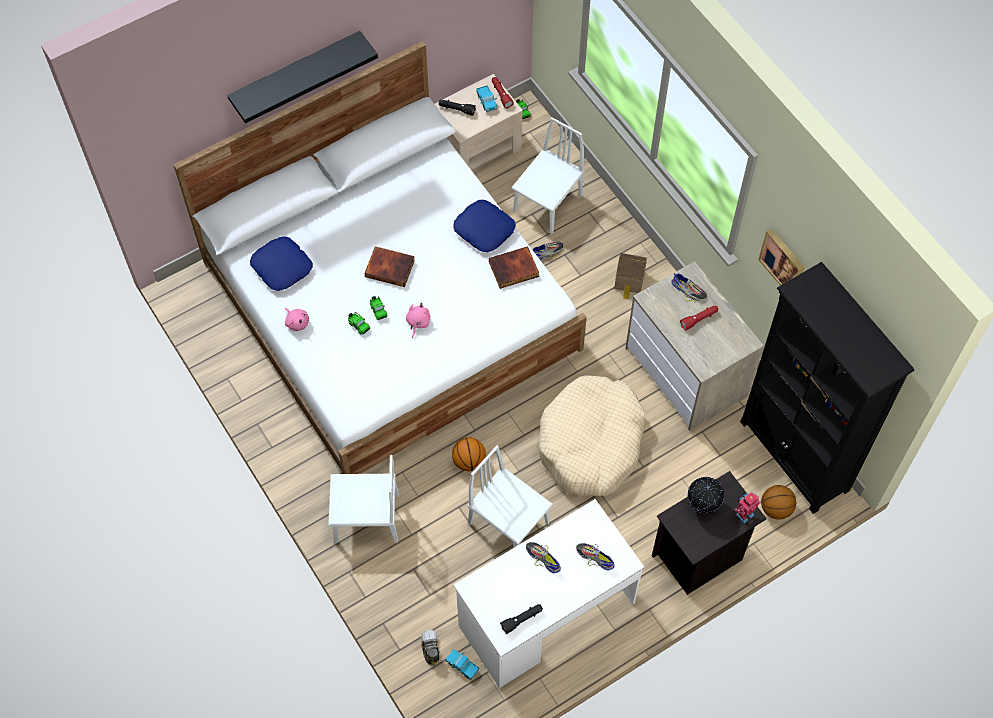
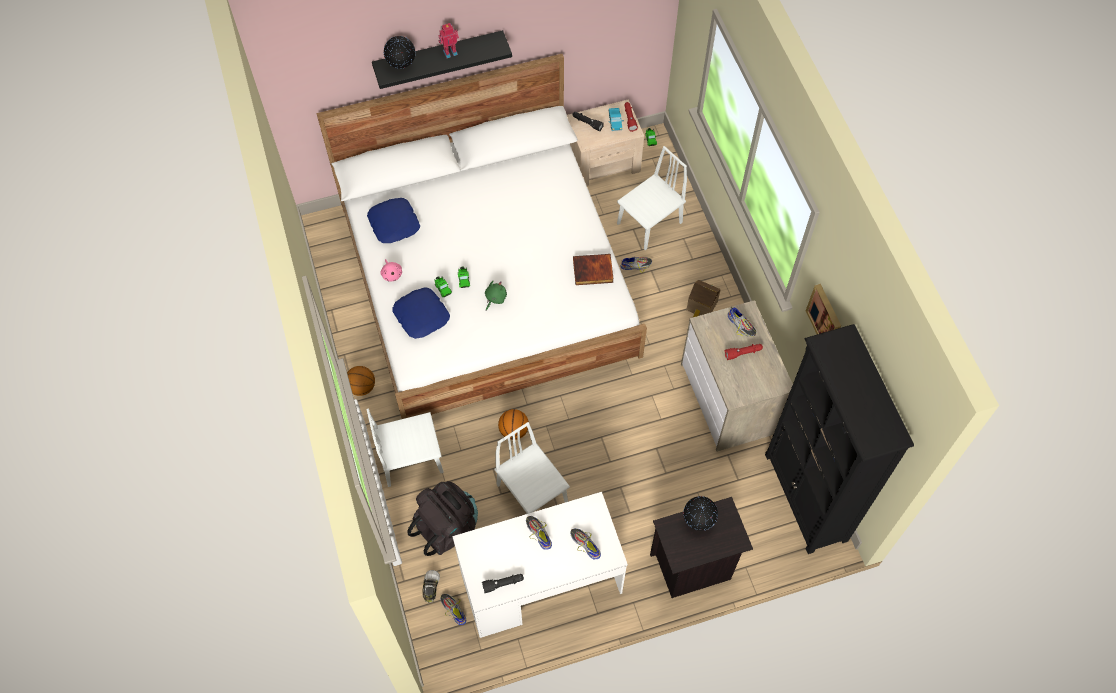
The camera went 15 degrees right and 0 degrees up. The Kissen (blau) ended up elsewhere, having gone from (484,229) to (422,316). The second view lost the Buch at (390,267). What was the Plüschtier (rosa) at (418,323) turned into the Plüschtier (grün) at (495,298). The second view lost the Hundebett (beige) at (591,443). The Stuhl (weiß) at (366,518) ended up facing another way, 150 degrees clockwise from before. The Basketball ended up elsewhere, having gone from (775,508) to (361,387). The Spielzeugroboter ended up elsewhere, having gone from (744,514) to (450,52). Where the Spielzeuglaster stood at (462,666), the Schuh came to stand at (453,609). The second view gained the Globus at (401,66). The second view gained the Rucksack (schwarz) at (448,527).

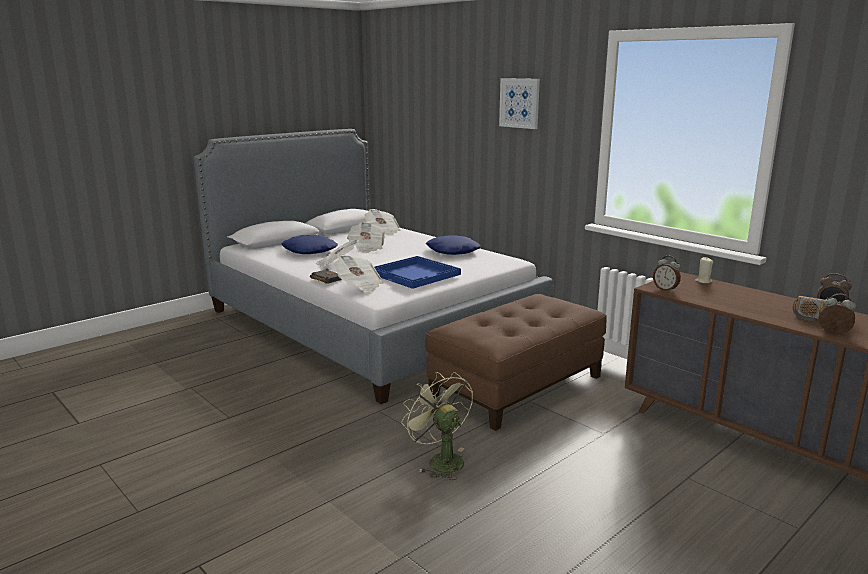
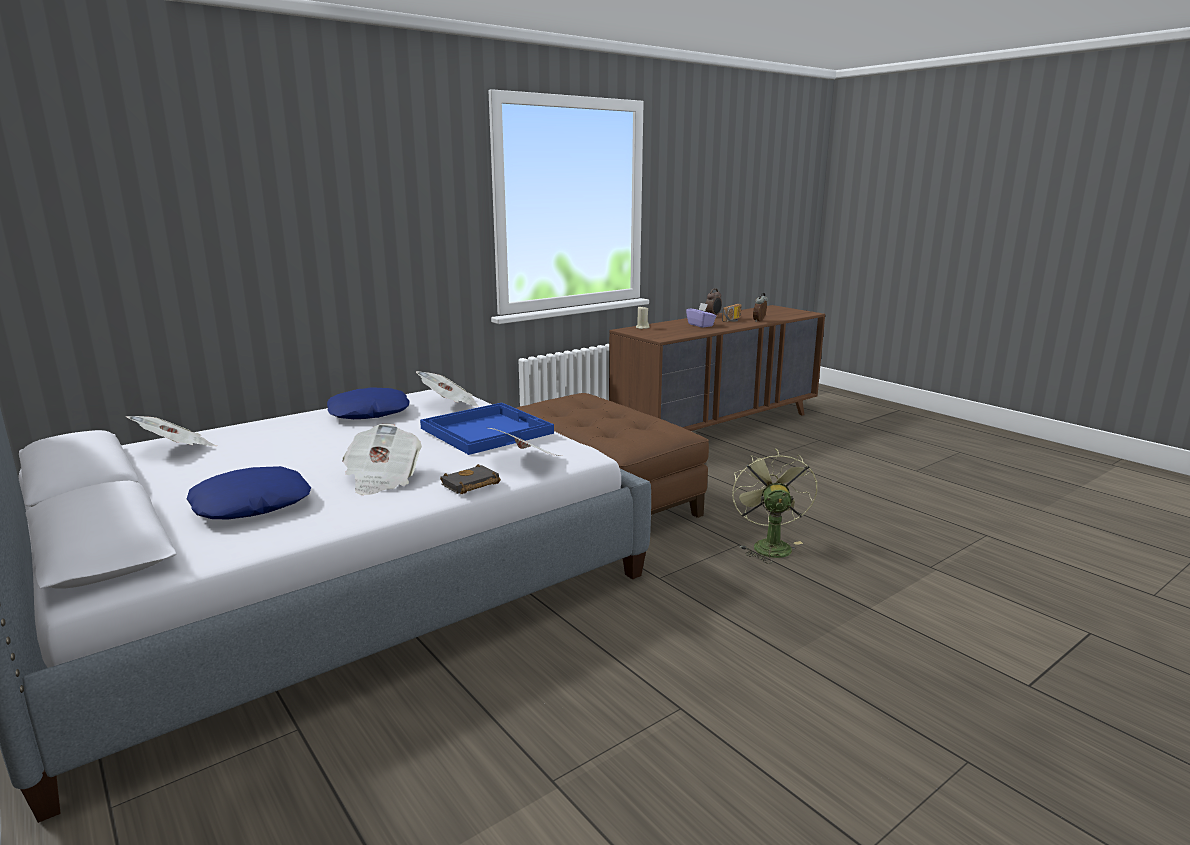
The camera went 85 degrees left and 0 degrees up. The second view lost the Bild at (519,103). The Zeitung ended up elsewhere, having gone from (366,248) to (450,404). The second view lost the Wecker at (665,289). The Ventilator (grün) at (440,460) ended up facing another way, 120 degrees clockwise from before. The second view gained the Taschentuchbox (lila) at (700,325).

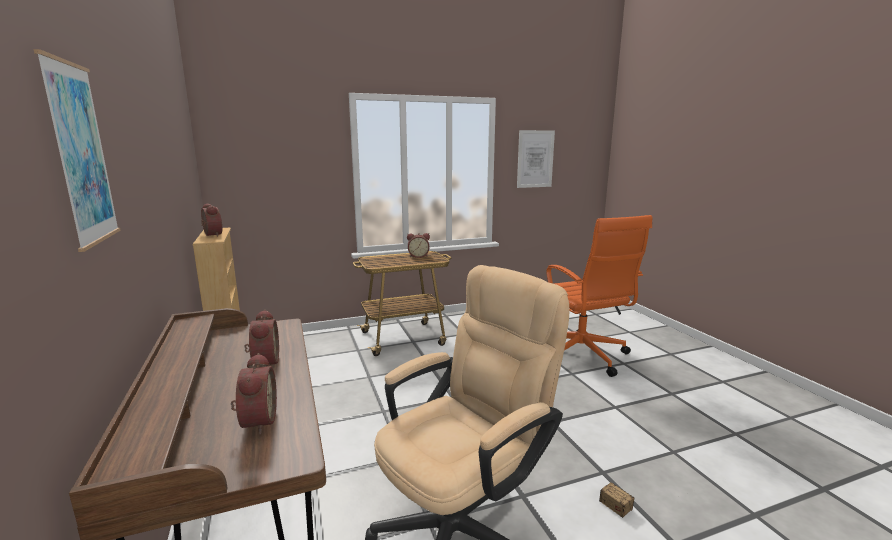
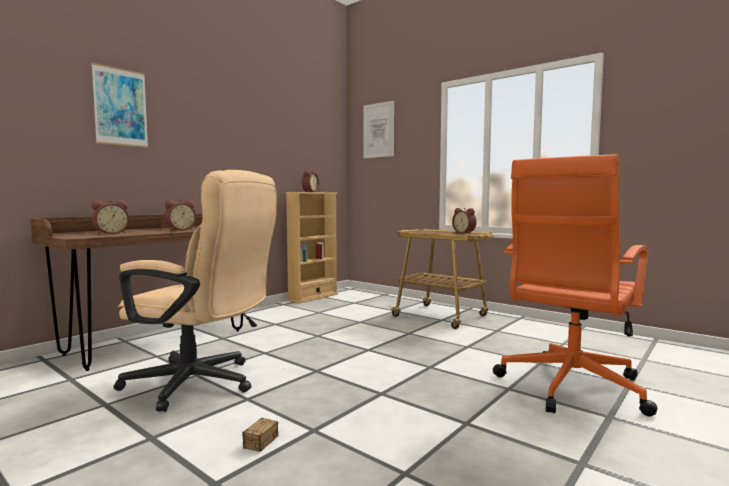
The camera went 60 degrees right and 10 degrees down. The Bild ended up elsewhere, having gone from (535,159) to (378,130).

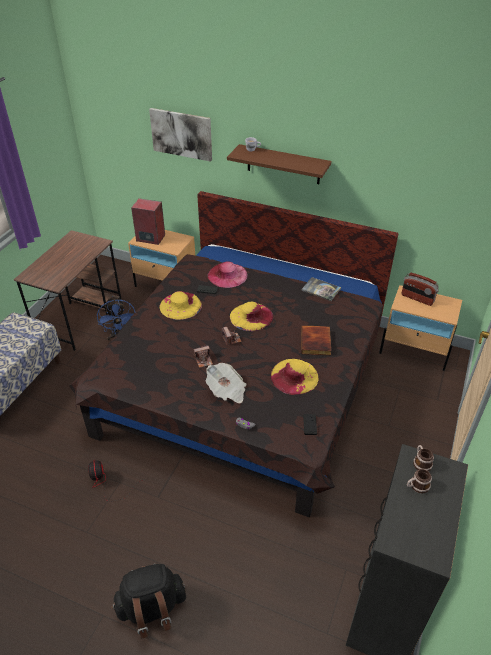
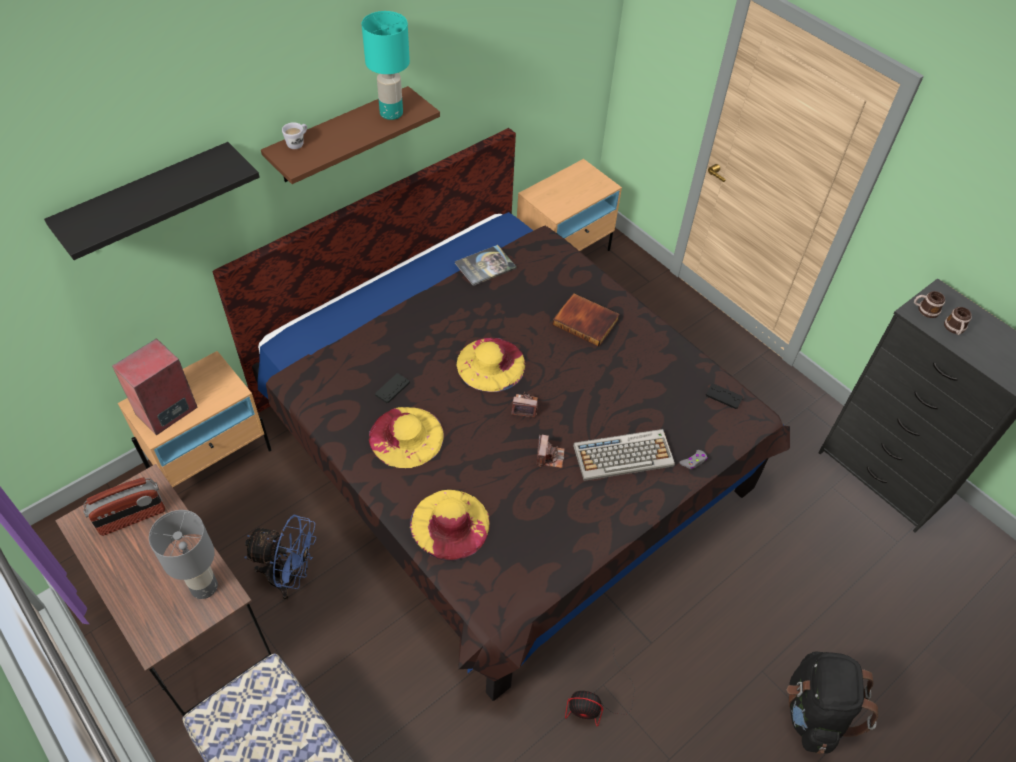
The camera went 65 degrees left and 10 degrees up. Where the Bild hung at (181,134), the Wandregal (schwarz) came to hang at (147,199). The second view lost the Hut (rosa) at (227,275). The Radio ended up elsewhere, having gone from (417,298) to (132,517). The Hut (gelb) ended up elsewhere, having gone from (294,376) to (450,524). Where the Zeitung stood at (227,391), the Tastatur came to stand at (624,455). The second view gained the Tischlampe (türkis) at (392,113). The second view gained the Tischlampe (grau) at (205,586).

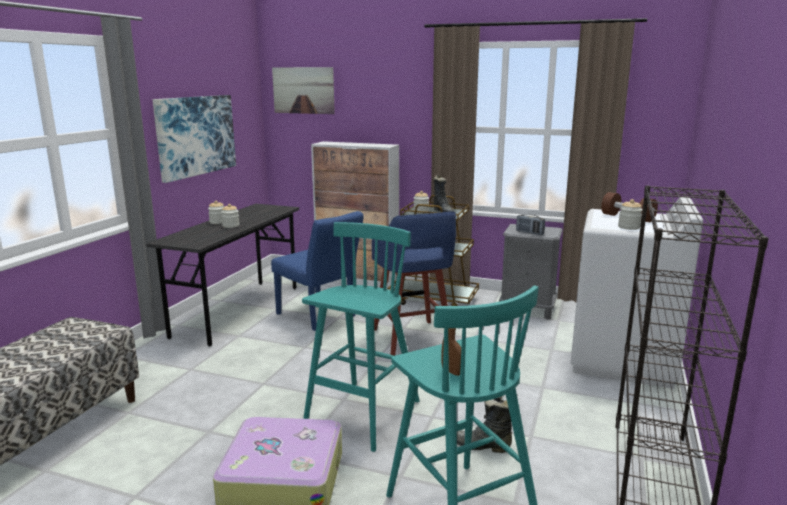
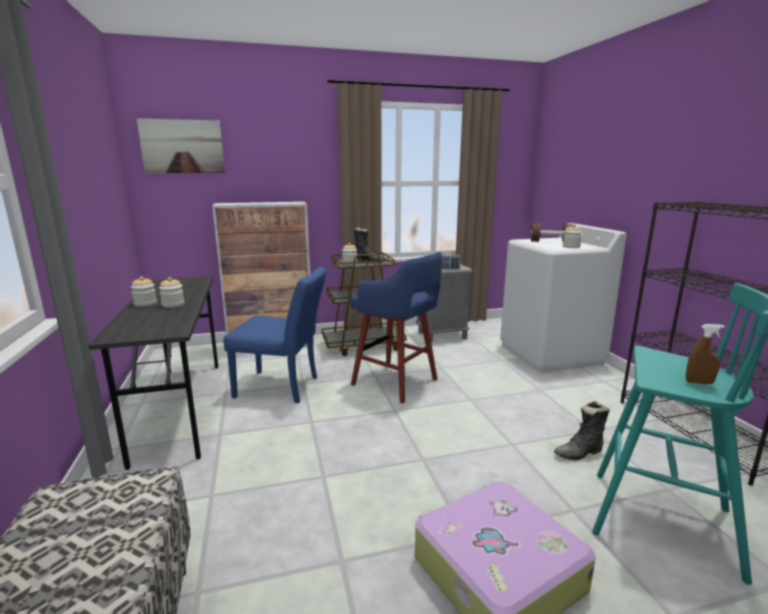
The camera went 35 degrees left and 0 degrees up. The second view lost the Bild at (196,135). The second view lost the Hocker (türkis) at (361,416).

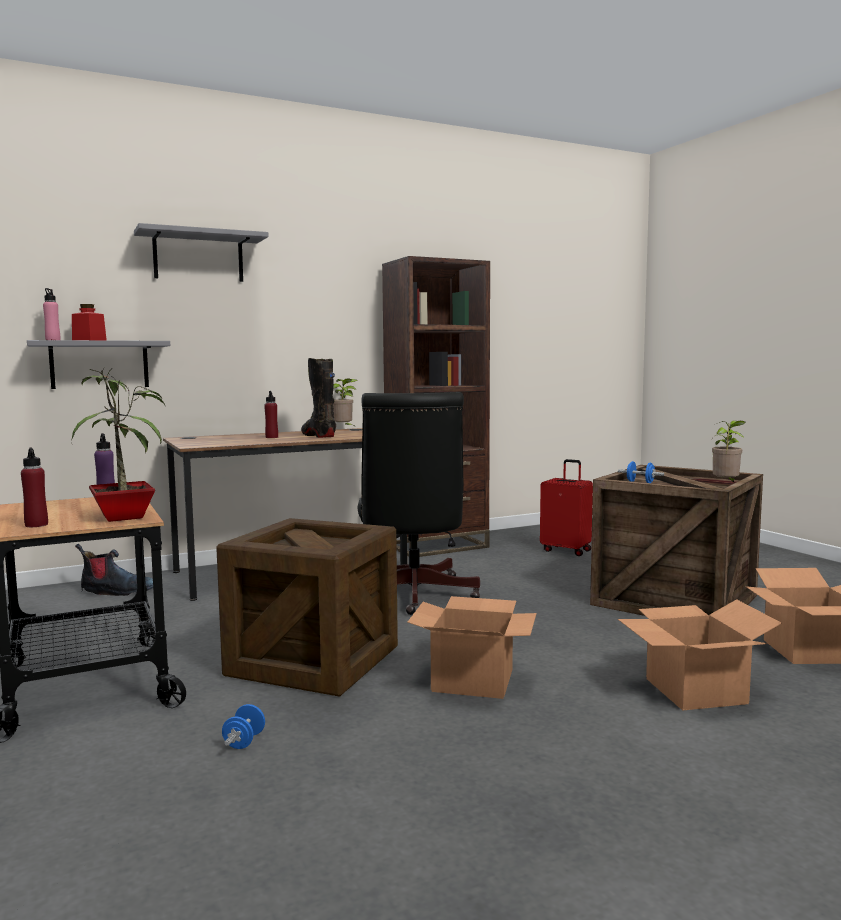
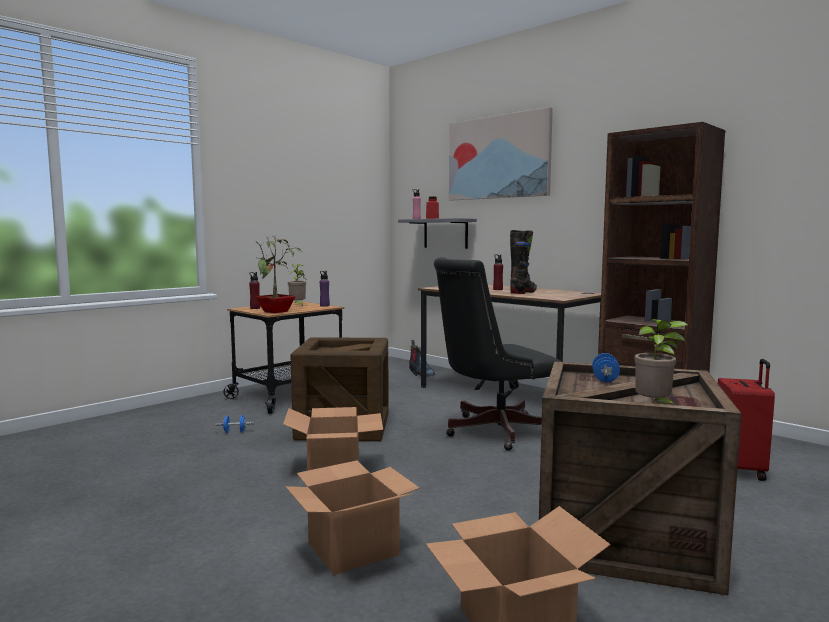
The camera went 70 degrees right and 0 degrees up. Where the Wandregal (grau) hung at (198,257), the Bild came to hang at (498,157). The Topfpflanze ended up elsewhere, having gone from (344,428) to (297,305).

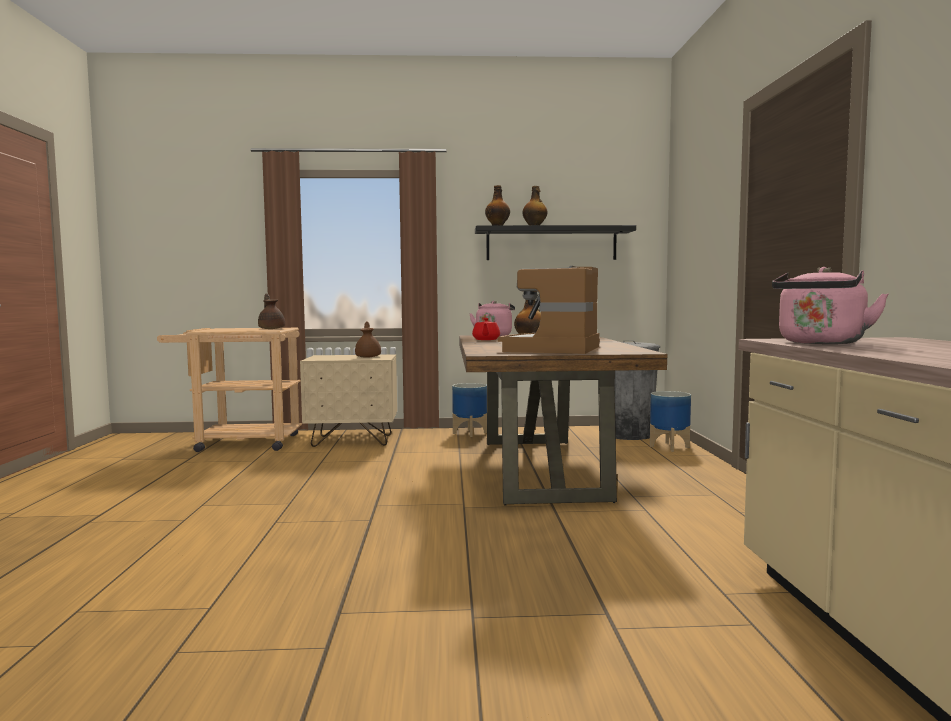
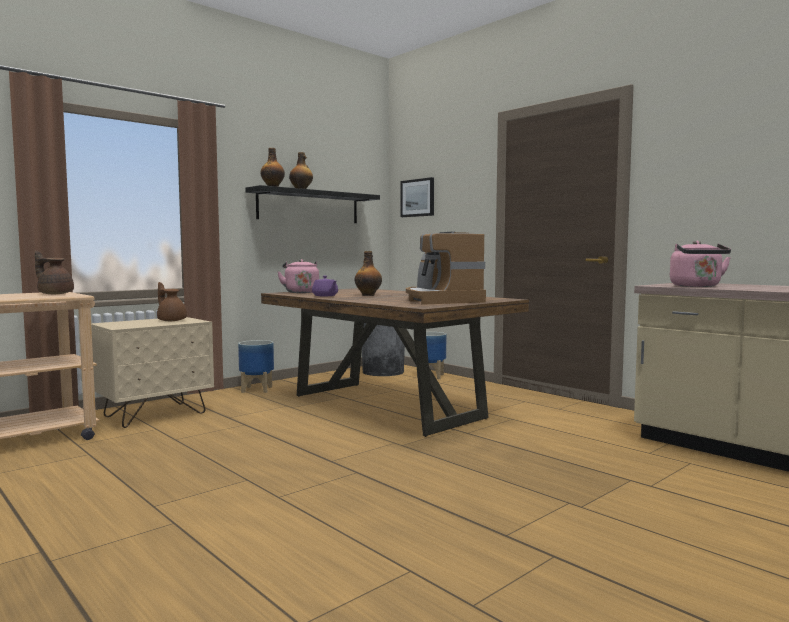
The camera went 40 degrees left and 0 degrees up. What was the Teekanne (rot) at (486,340) turned into the Teekanne (lila) at (325,296). The second view gained the Bild at (417,198).

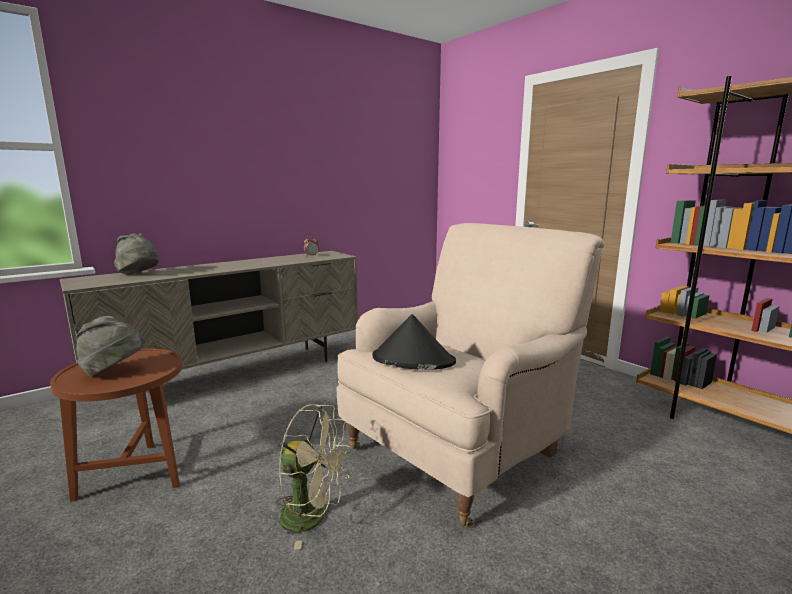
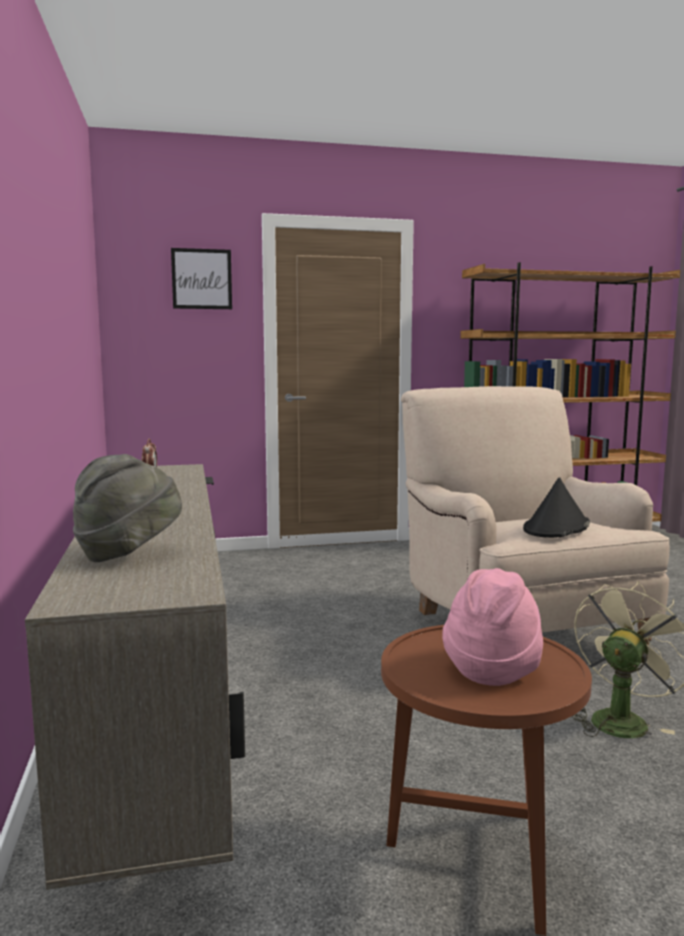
The camera went 65 degrees left and 5 degrees down. What was the Hut (grau) at (114,371) turned into the Hut (rosa) at (492,668). The second view gained the Bild at (202,279).

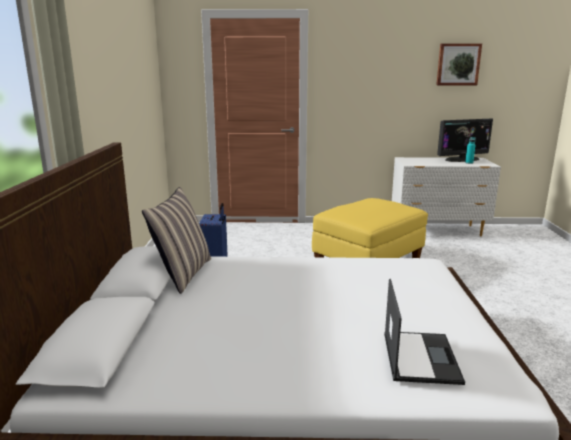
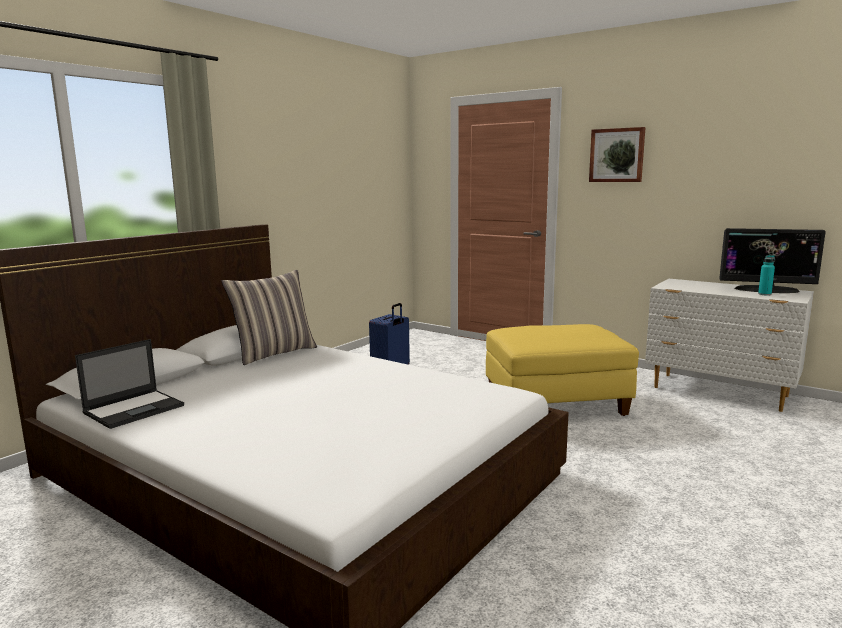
The camera went 35 degrees right and 5 degrees down. The Bild ended up elsewhere, having gone from (458,64) to (617,155). The Laptop ended up elsewhere, having gone from (420,356) to (135,409).

